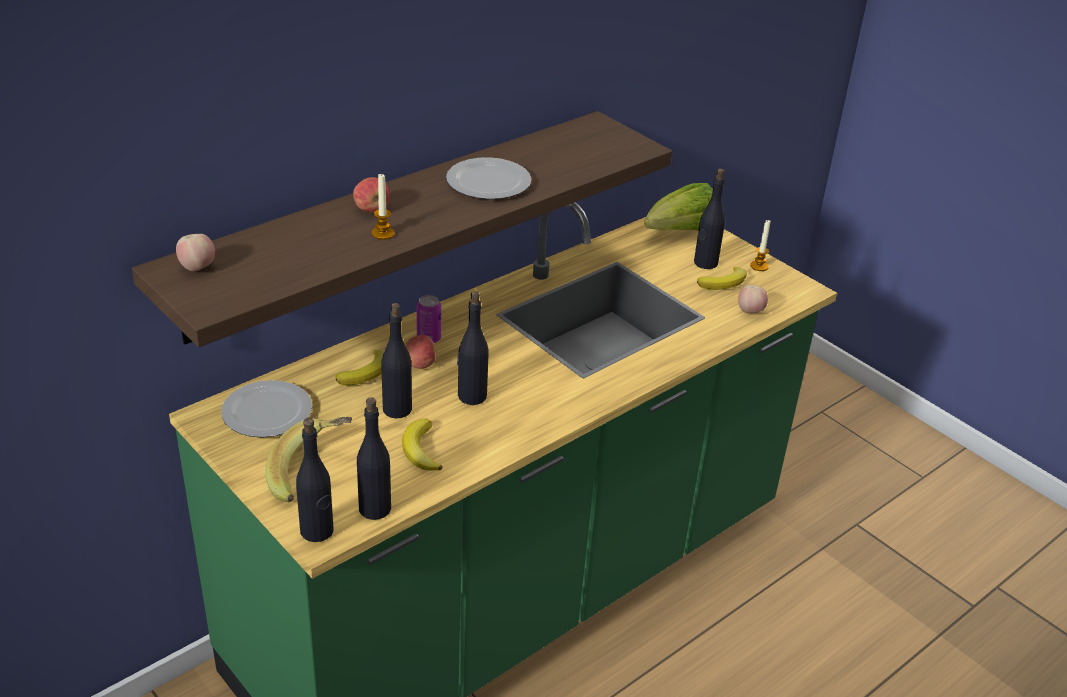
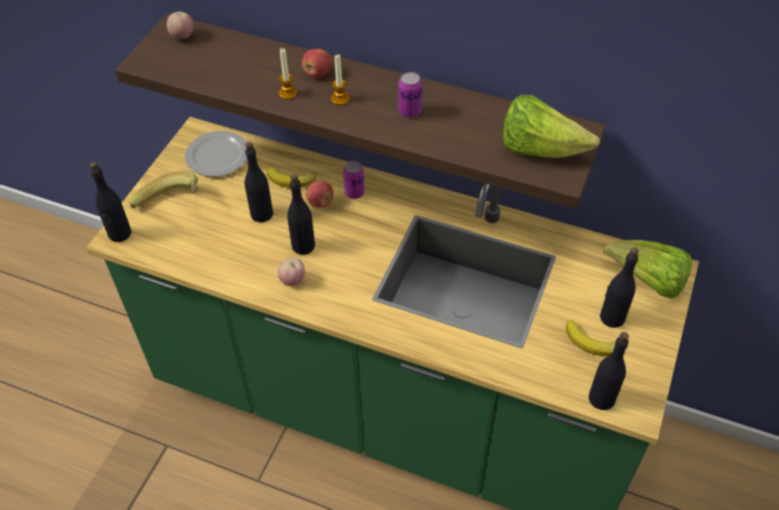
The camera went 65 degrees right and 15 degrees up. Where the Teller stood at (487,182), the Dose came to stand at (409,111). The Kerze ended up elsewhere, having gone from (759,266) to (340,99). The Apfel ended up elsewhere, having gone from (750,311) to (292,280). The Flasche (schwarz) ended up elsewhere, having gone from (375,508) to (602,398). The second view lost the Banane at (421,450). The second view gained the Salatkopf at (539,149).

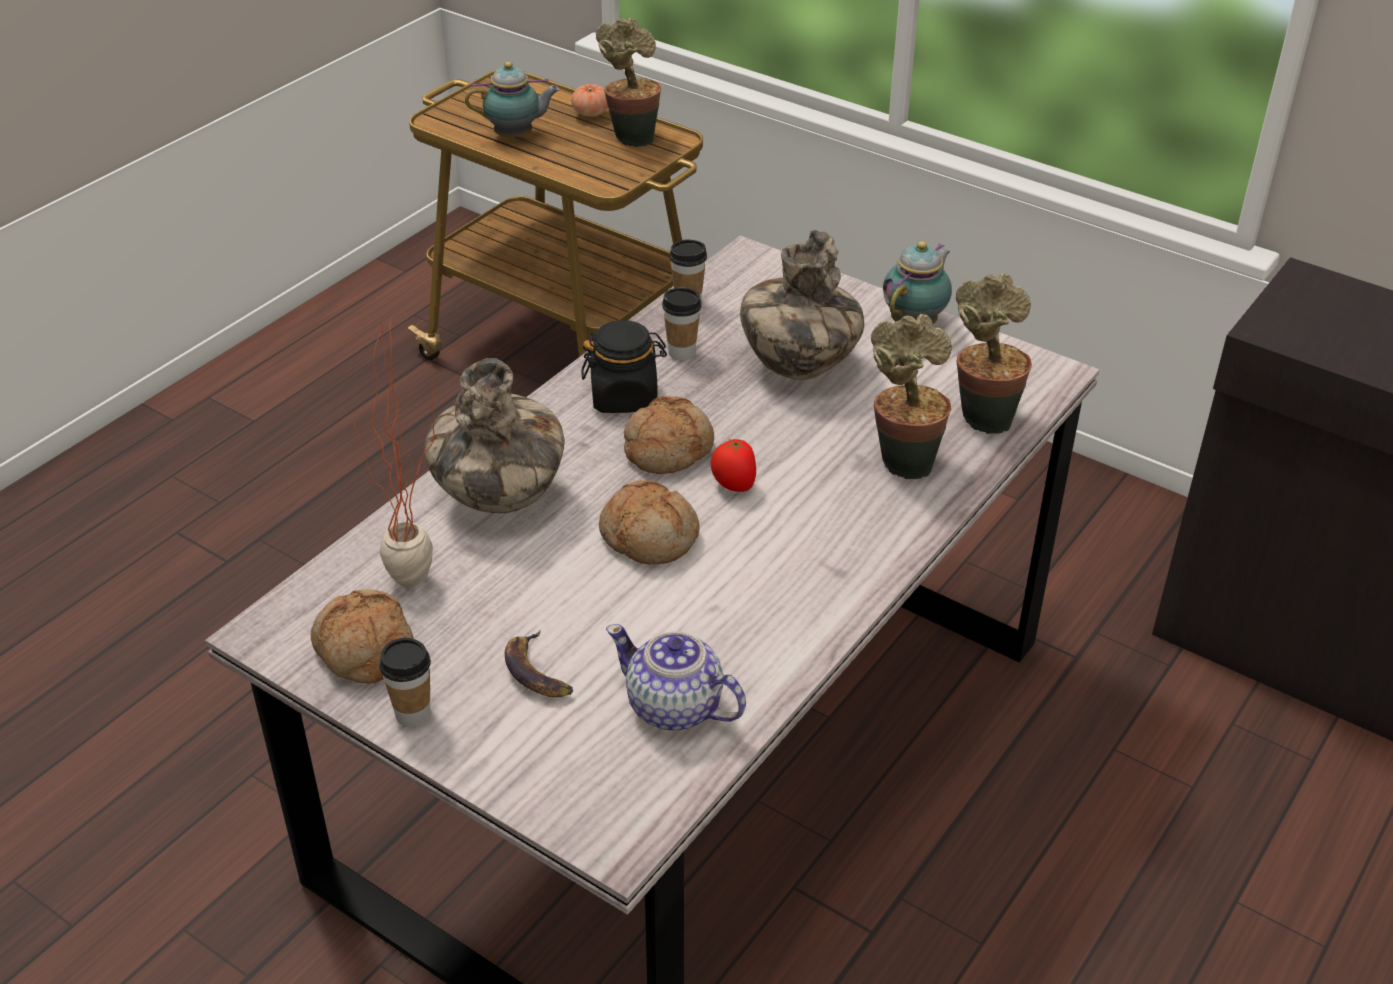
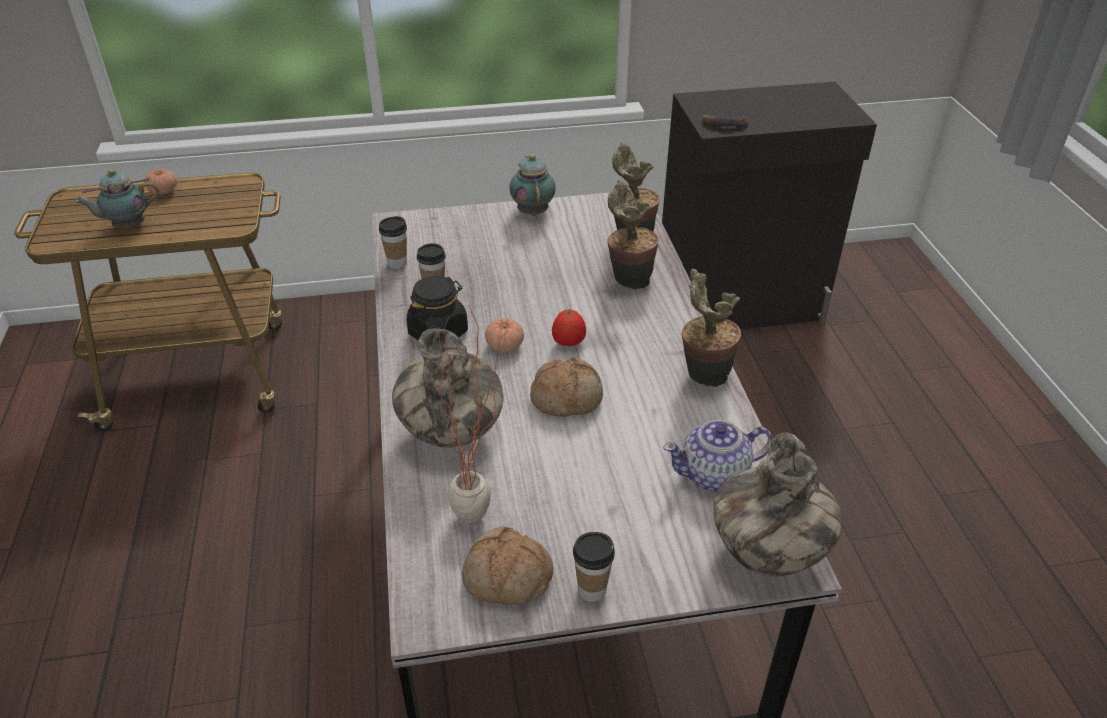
The camera went 45 degrees left and 0 degrees up. The Topfpflanze ended up elsewhere, having gone from (631,137) to (702,375). The Teekanne at (516,136) ended up facing another way, 150 degrees counterclockwise from before. The Vase ended up elsewhere, having gone from (798,366) to (766,553). Where the Brot stood at (667,448), the Tomate came to stand at (505,345). The Banane ended up elsewhere, having gone from (537,672) to (723,123).

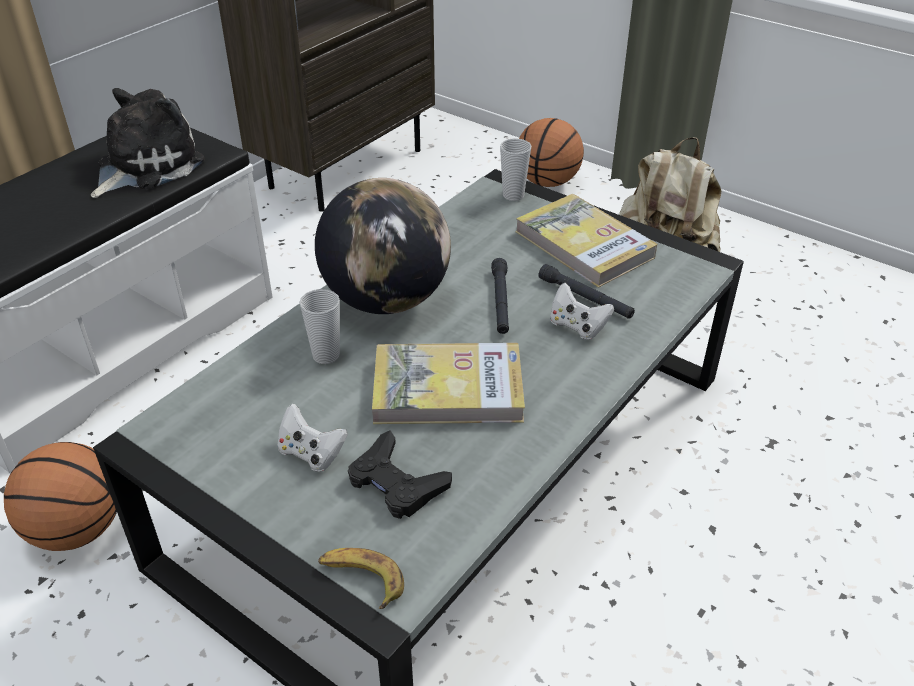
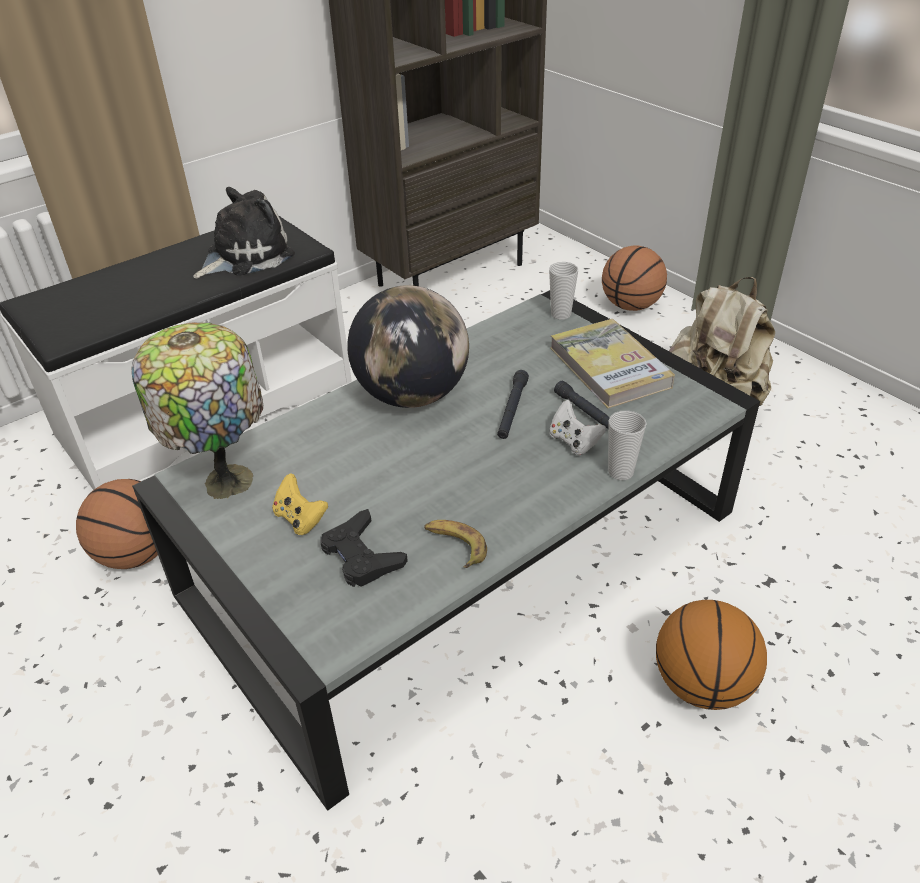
The camera went 15 degrees right and 0 degrees up. The Tasse ended up elsewhere, having gone from (326,355) to (620,472). The second view lost the Buch at (448,389). What was the Gamepad (weiß) at (311,454) turned into the Gamepad (gelb) at (300,519). The Banane ended up elsewhere, having gone from (361,579) to (455,546). The second view gained the Tischlampe at (225,479). The second view gained the Basketball at (702,684).

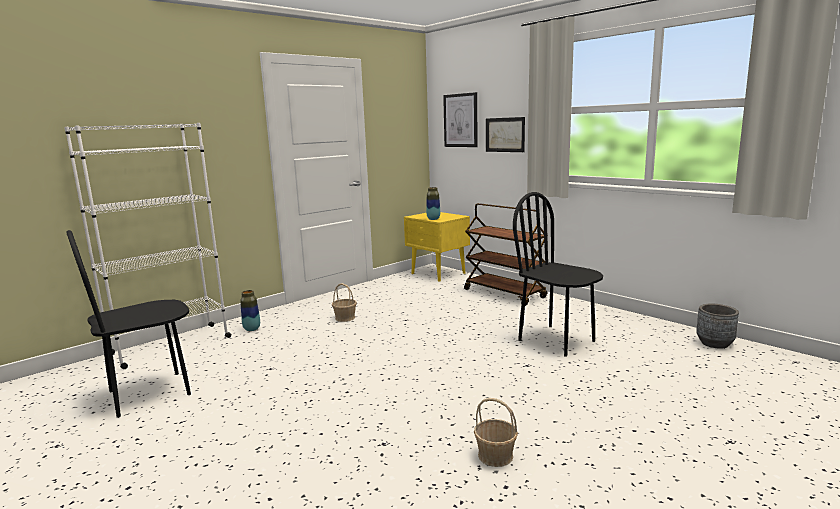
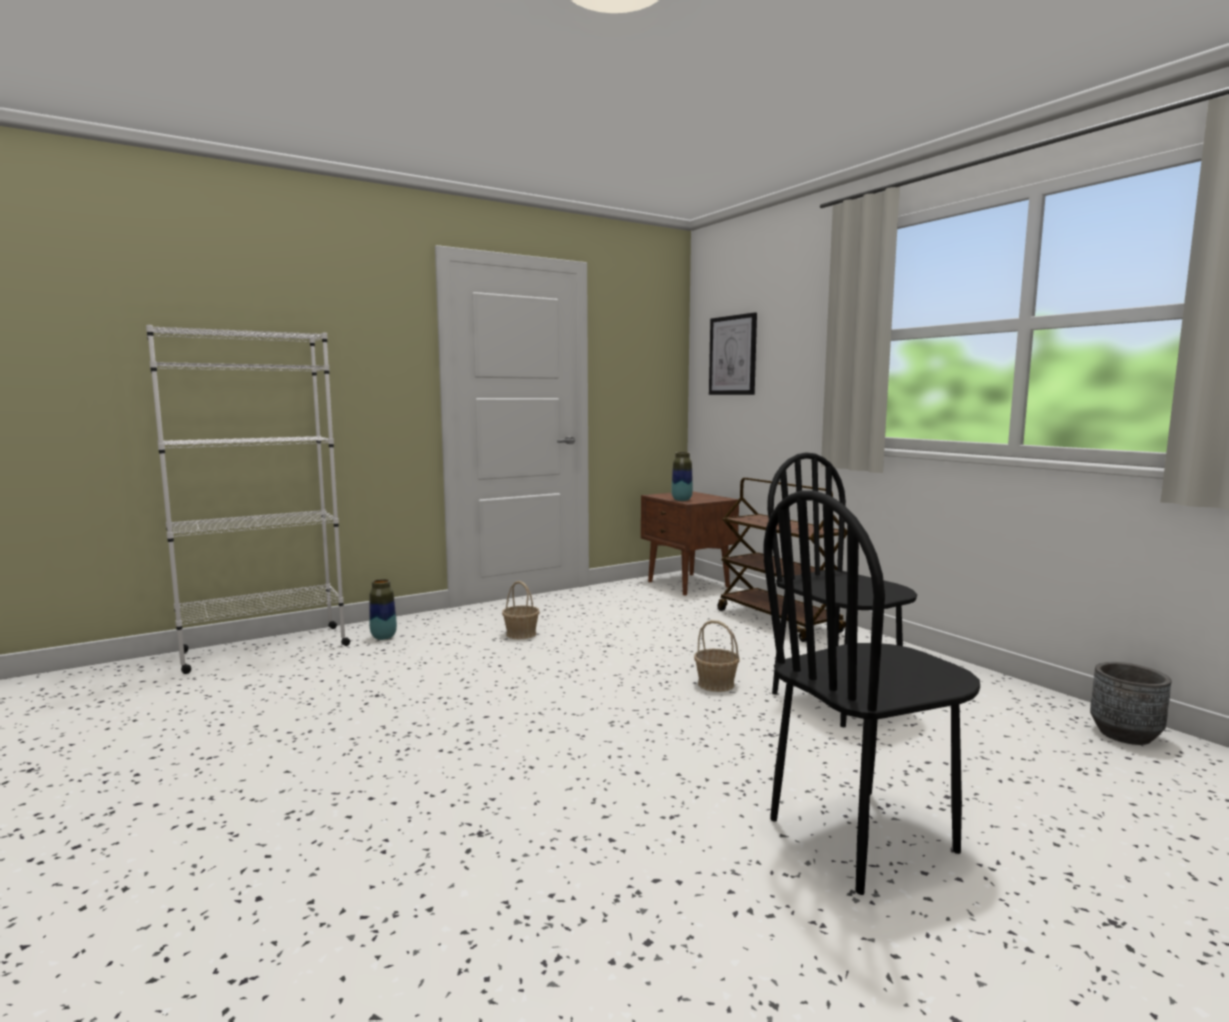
The camera went 10 degrees right and 5 degrees down. The second view lost the Bild at (505,134). What was the Nachttisch (gelb) at (438,273) turned into the Nachttisch (braun) at (688,584). The Stuhl (schwarz) ended up elsewhere, having gone from (149,393) to (862,836). The Korb ended up elsewhere, having gone from (495,456) to (716,684).

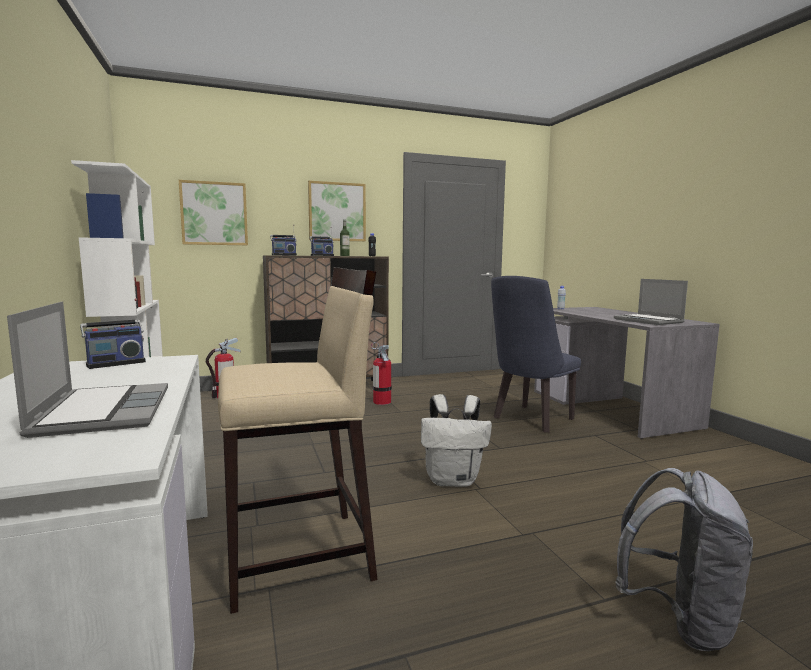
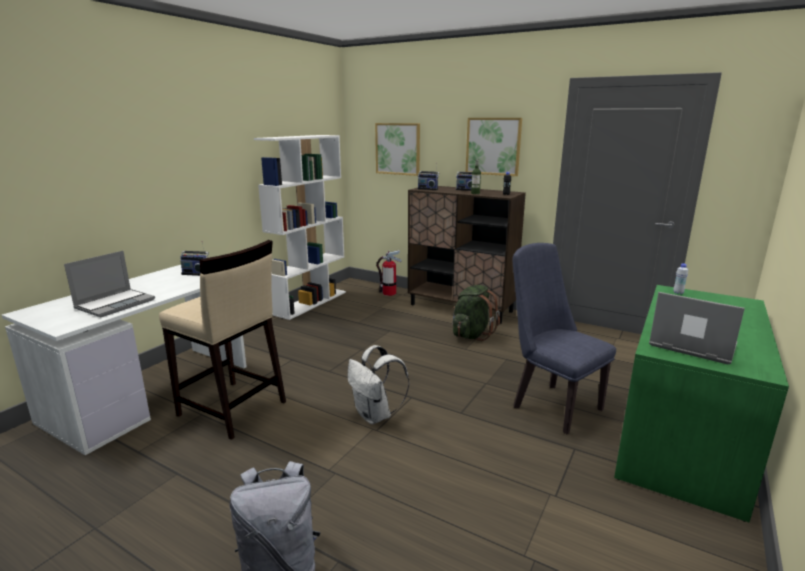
The camera went 50 degrees right and 10 degrees up. The Stuhl (blau) at (530,420) ended up facing another way, 45 degrees clockwise from before. The Laptop at (649,321) ended up facing another way, 105 degrees clockwise from before. What was the Schreibtisch (grau) at (612,408) turned into the Schreibtisch (grün) at (684,438). Where the Feuerlöscher stood at (381,402), the Rucksack (grün) came to stand at (472,334).

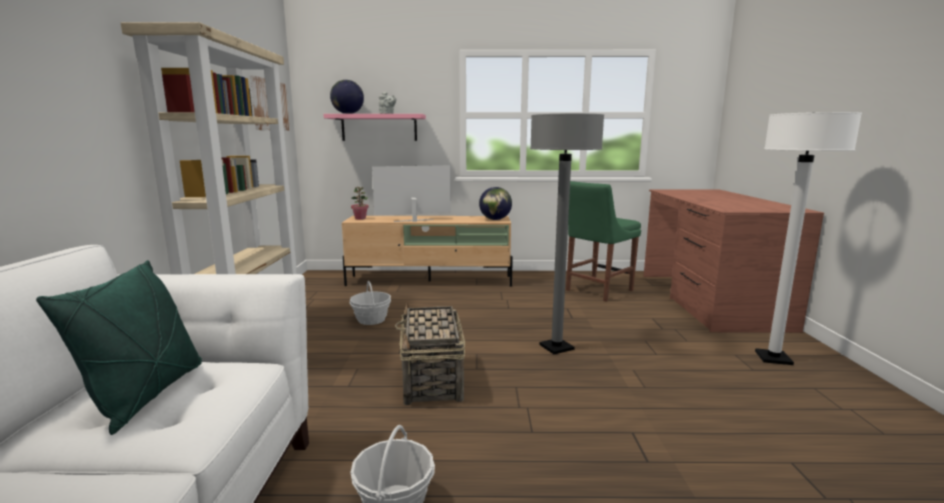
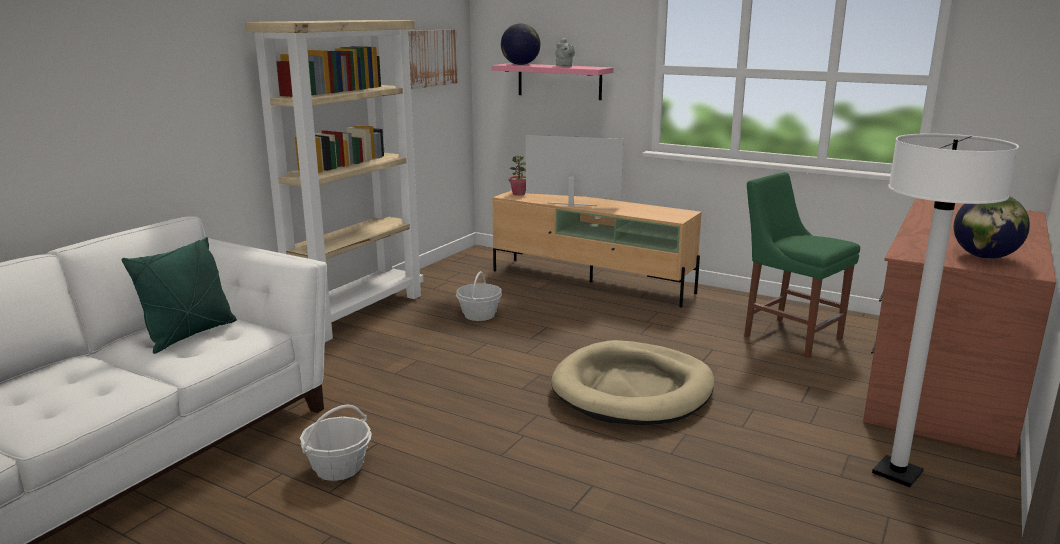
The camera went 30 degrees right and 5 degrees up. Where the Stehlampe (grau) stood at (556,347), the Hundebett (beige) came to stand at (633,389). The Stuhl (grün) at (596,291) ended up facing another way, 60 degrees clockwise from before. The Globus ended up elsewhere, having gone from (495,219) to (984,257). The second view lost the Korb at (432,380).

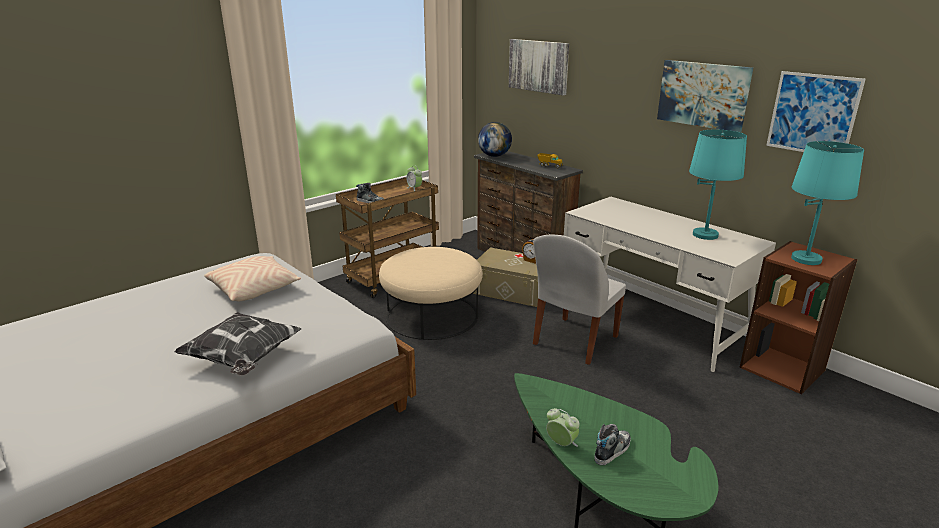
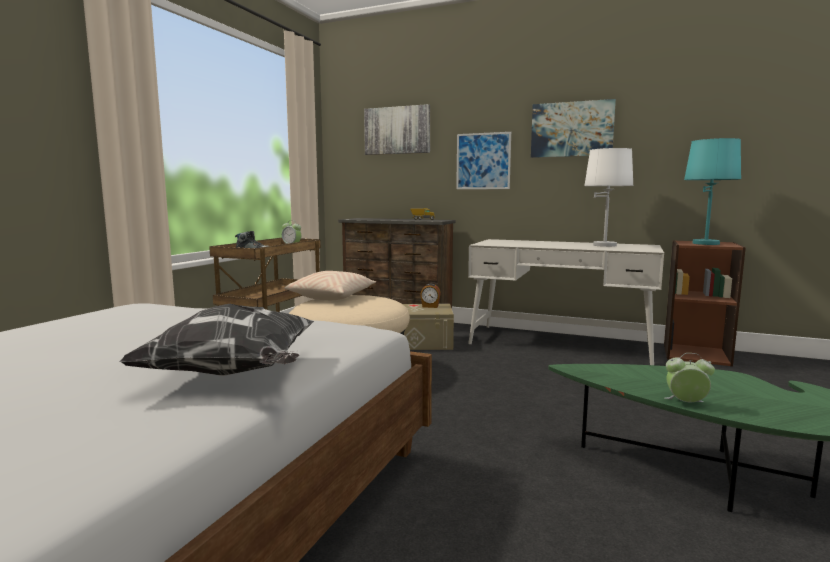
The camera went 25 degrees left and 15 degrees down. The Bild ended up elsewhere, having gone from (813,114) to (483,161). The second view lost the Globus at (494,156). What was the Tischlampe (türkis) at (705,235) turned into the Tischlampe (weiß) at (604,245). The second view lost the Stuhl (weiß) at (574,341). The Kissen (beige) ended up elsewhere, having gone from (254,289) to (332,297). The second view lost the Schuh at (612,450).

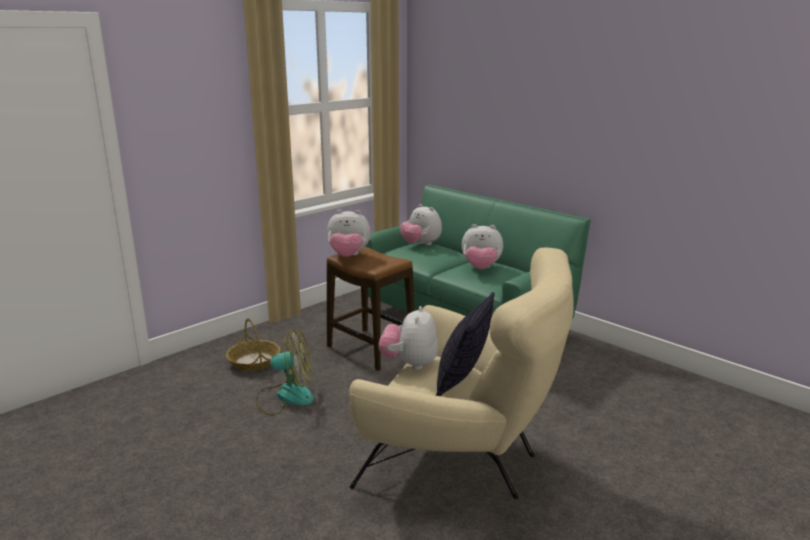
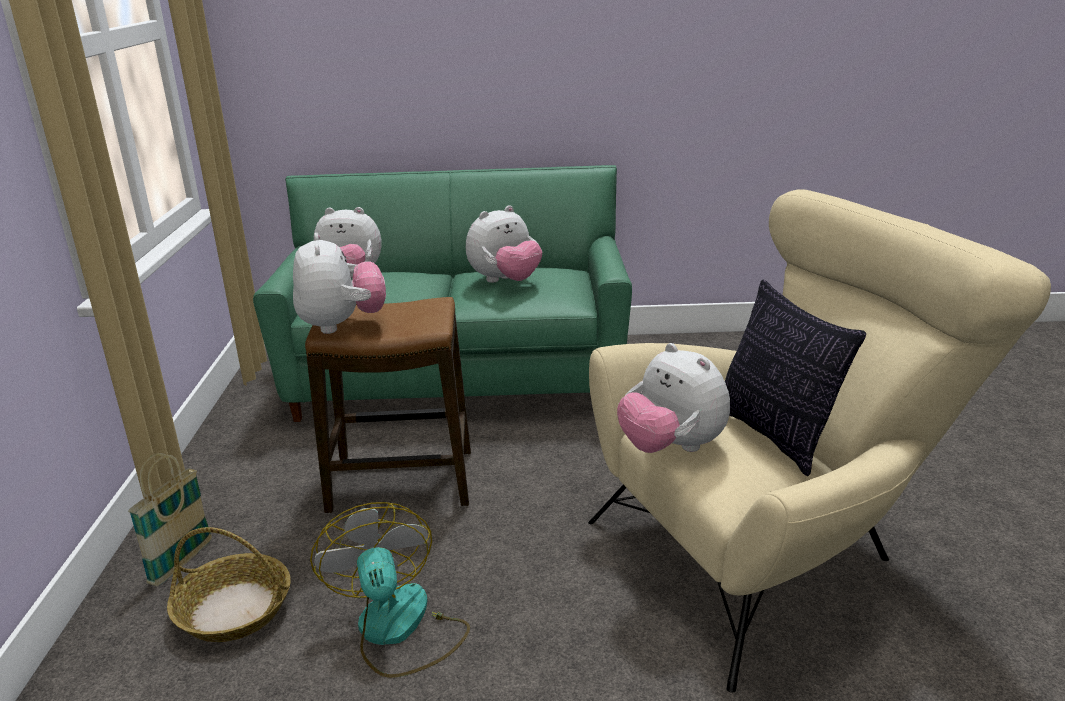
The camera went 45 degrees left and 5 degrees up. The Plüschtier at (348,256) ended up facing another way, 60 degrees counterclockwise from before. The Ventilator at (285,396) ended up facing another way, 60 degrees counterclockwise from before. The second view gained the Korb at (181,562).

